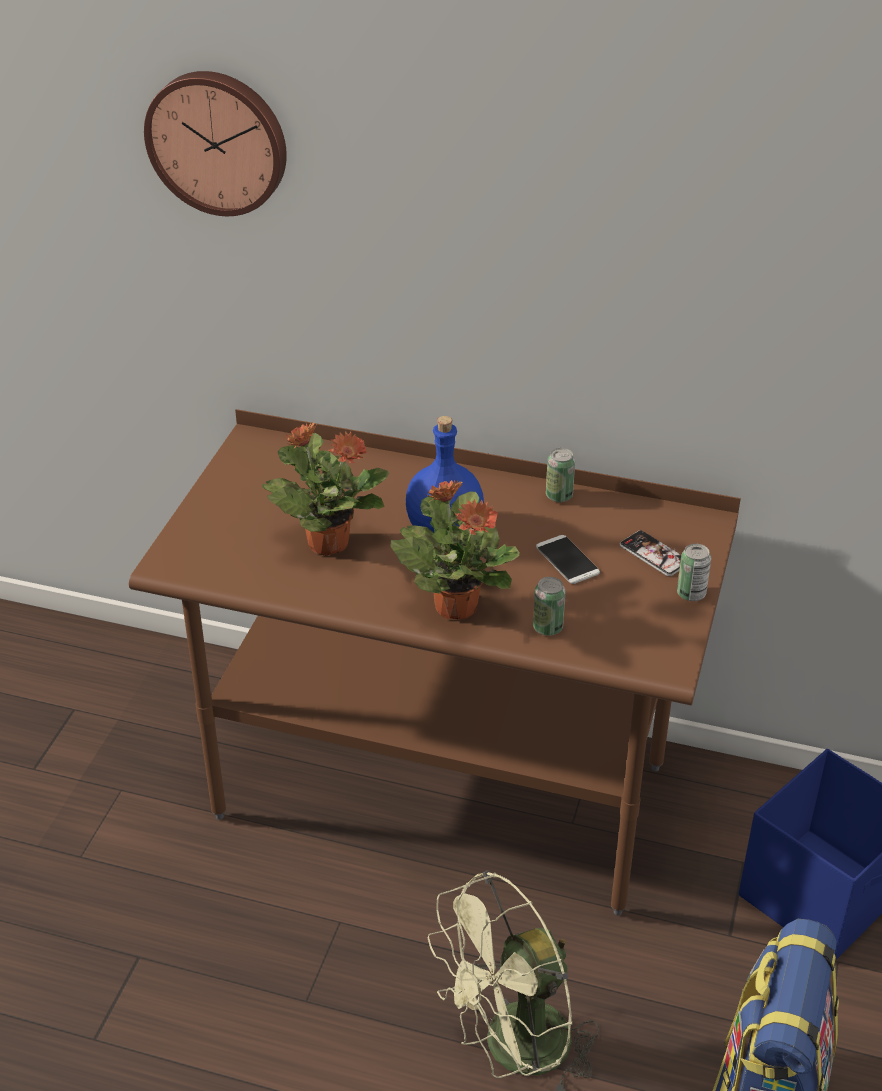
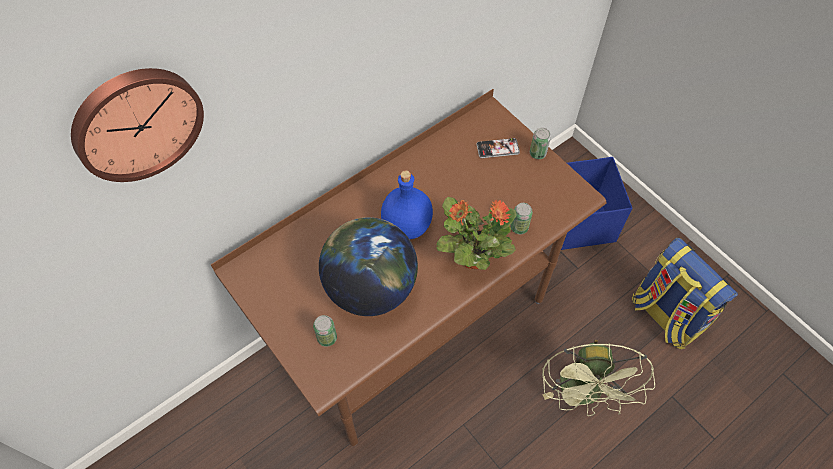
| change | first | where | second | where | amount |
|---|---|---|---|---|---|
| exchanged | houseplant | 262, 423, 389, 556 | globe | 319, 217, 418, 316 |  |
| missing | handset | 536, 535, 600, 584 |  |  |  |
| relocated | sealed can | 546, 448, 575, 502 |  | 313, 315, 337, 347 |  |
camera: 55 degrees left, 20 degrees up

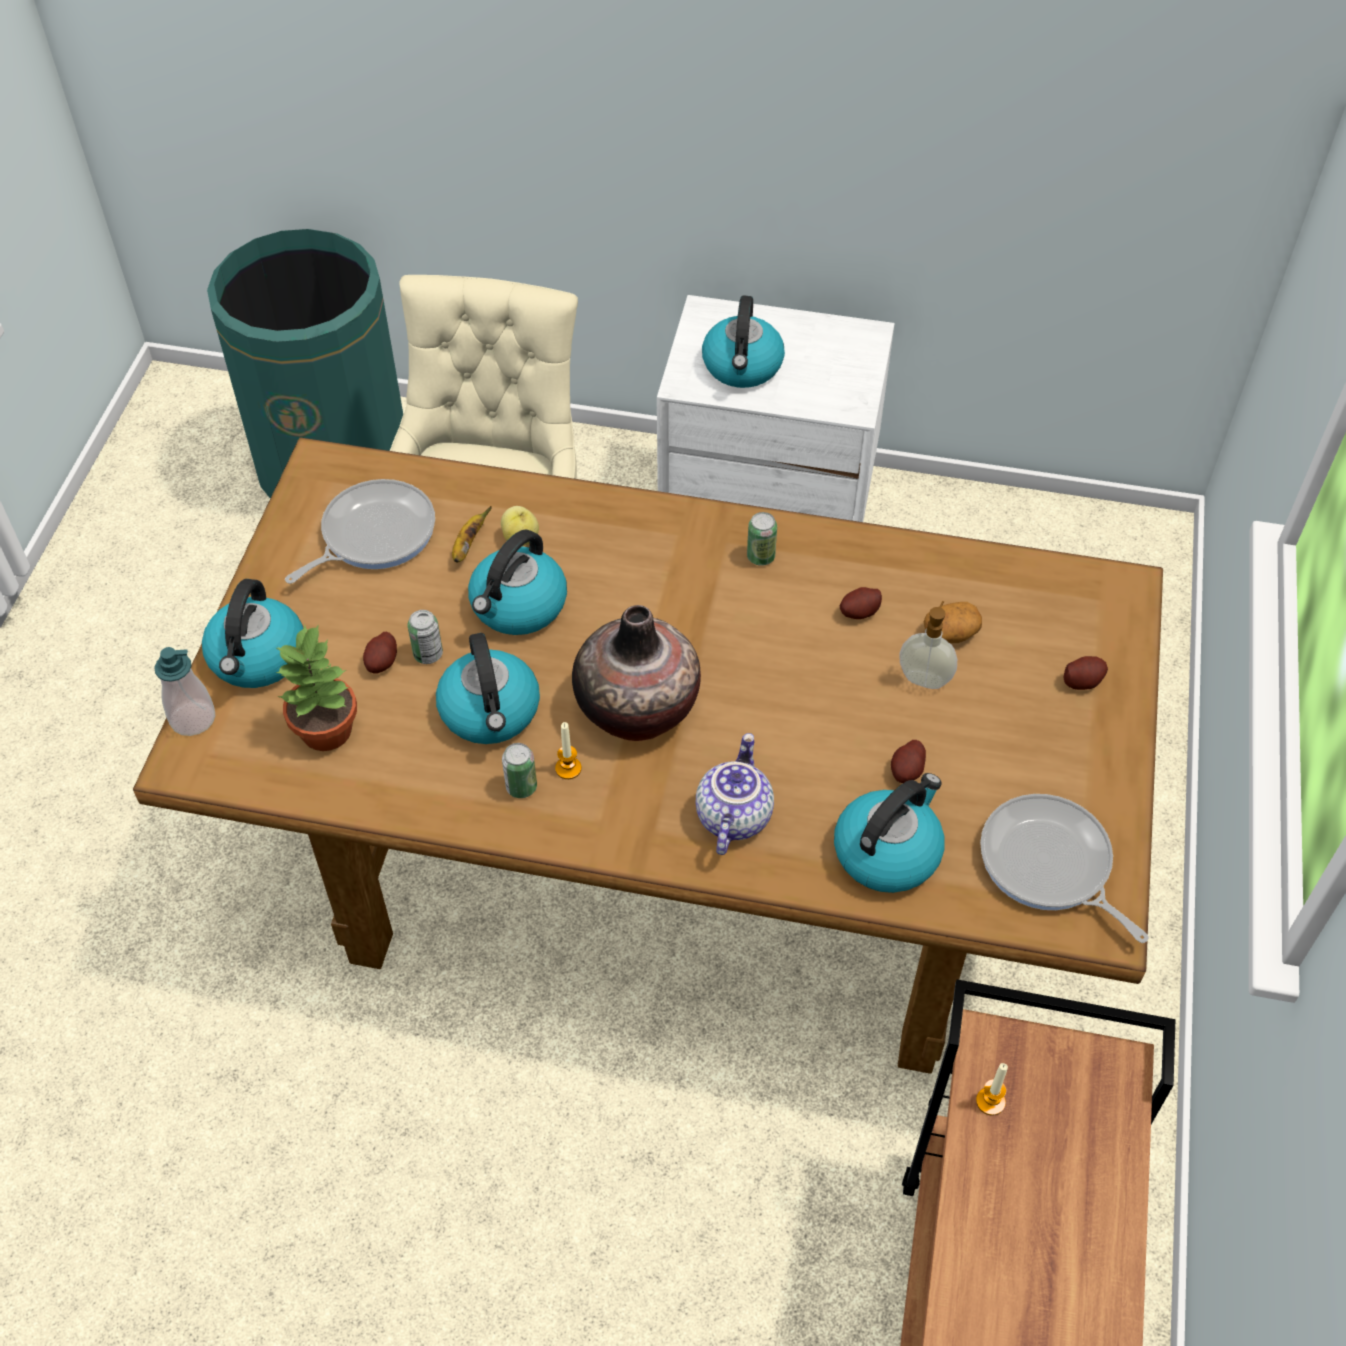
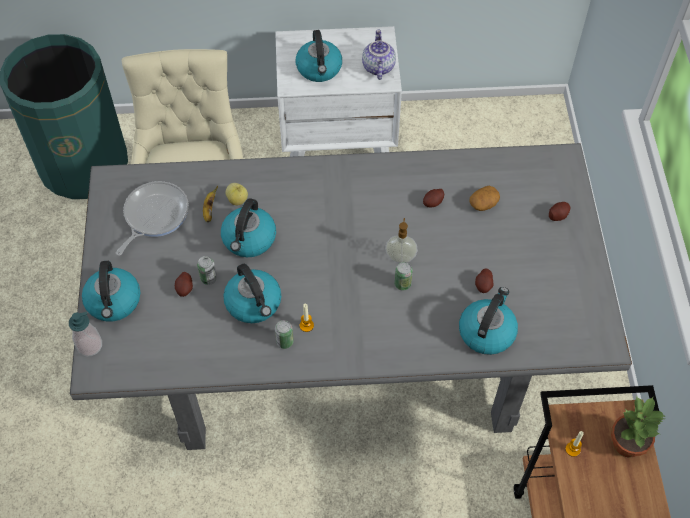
| change | first | where | second | where | amount |
|---|---|---|---|---|---|
| colour | brown-coloured kitchen table | 133, 438, 1163, 1074 | gray kitchen table | 70, 143, 632, 450 |  |
| relocated | houseplant | 276, 624, 357, 751 |  | 611, 395, 665, 458 |  |
| missing | decorative vase | 572, 605, 701, 741 |  |  |  |
| relocated | teapot | 695, 733, 774, 855 |  | 362, 29, 396, 80 |  |
| relocated | sealed can | 747, 512, 777, 566 |  | 395, 262, 413, 291 |  |
| relocated | soap bottle | 899, 601, 957, 689 |  | 385, 218, 418, 263 |  |
| missing | skillet | 980, 794, 1149, 943 |  |  |  |
camera: 15 degrees left, 5 degrees up

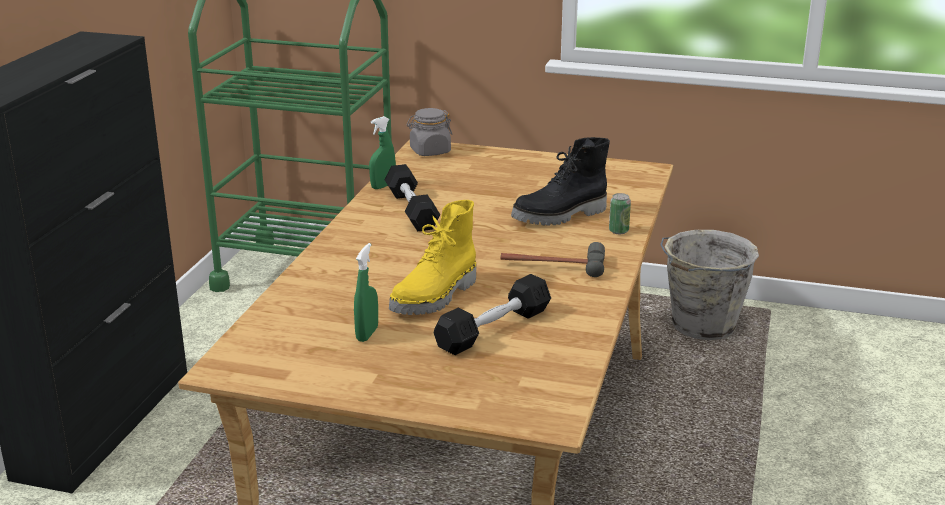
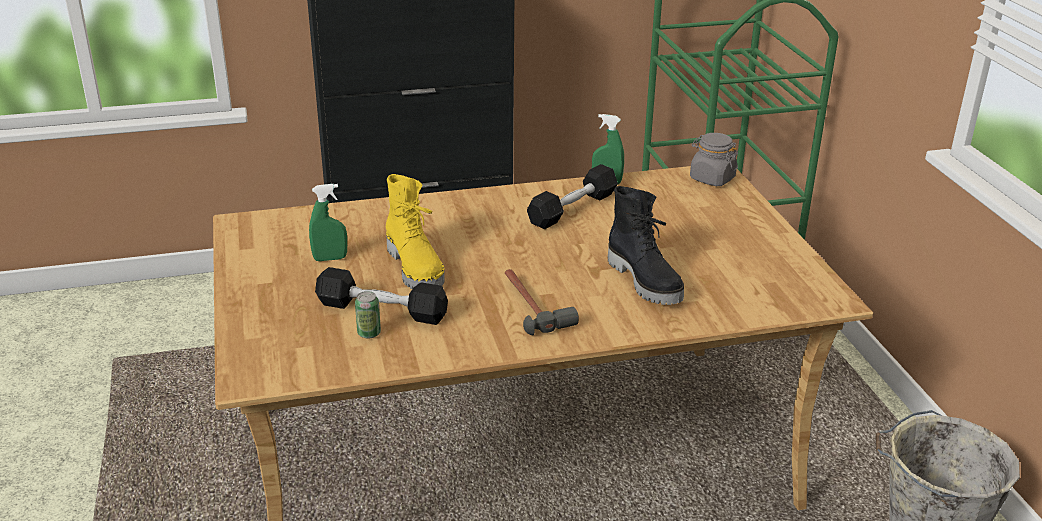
| change | first | where | second | where | amount |
|---|---|---|---|---|---|
| spun | yellow-coloured tall boot | 389, 200, 476, 315 |  | 386, 174, 445, 289 | 120 degrees counterclockwise |
| spun | black tall boot | 511, 137, 610, 226 |  | 608, 186, 684, 305 | 150 degrees counterclockwise |
| relocated | sealed can | 609, 193, 631, 234 |  | 355, 291, 381, 338 |  |
camera: 60 degrees right, 5 degrees up

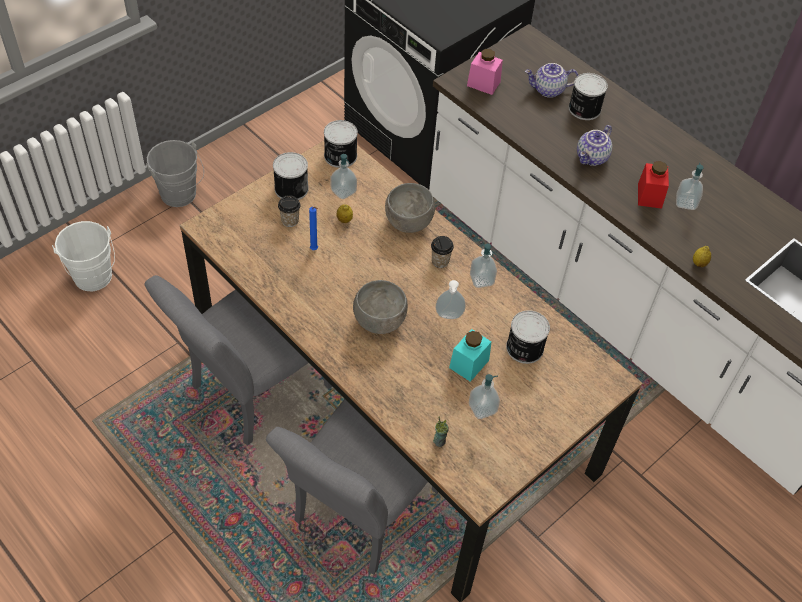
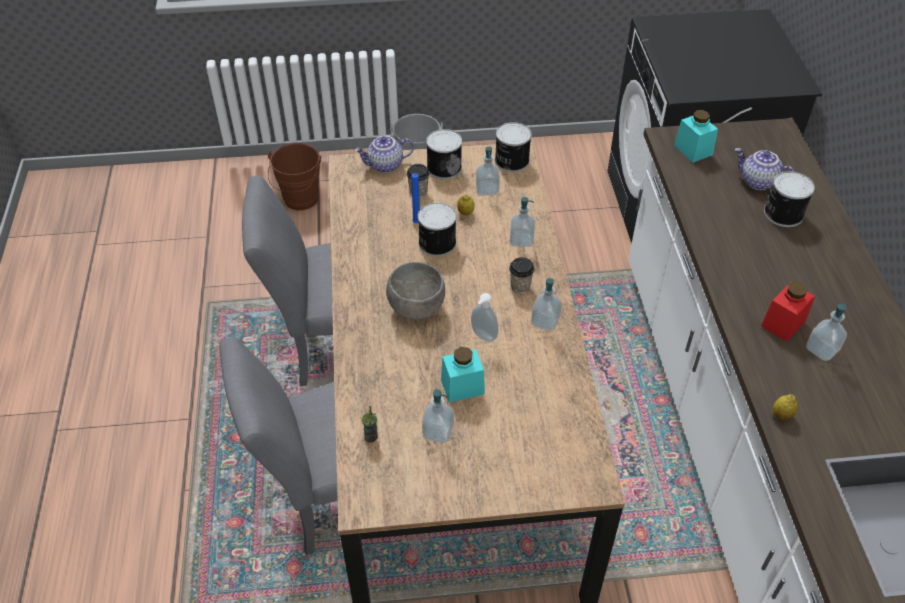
| change | first | where | second | where | amount |
|---|---|---|---|---|---|
| colour | white-coloured pail | 52, 221, 115, 291 | brown-coloured pail | 268, 143, 321, 210 |  |
| exchanged | gray bowl | 385, 183, 435, 233 | soap bottle | 510, 197, 535, 247 |  |
| colour | pink-coloured preserve jar | 467, 49, 503, 95 | blue-green preserve jar | 674, 110, 718, 163 |  |
| relocated | sealed can | 506, 310, 550, 364 |  | 418, 202, 456, 257 |  |
| relocated | teapot | 577, 125, 612, 166 |  | 355, 136, 414, 173 |  |
camera: 40 degrees right, 5 degrees down

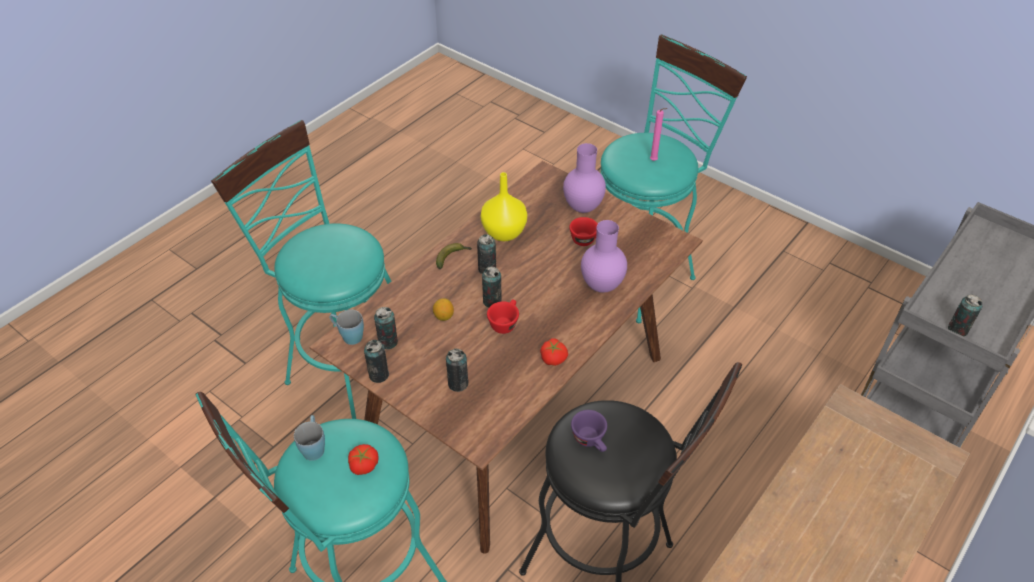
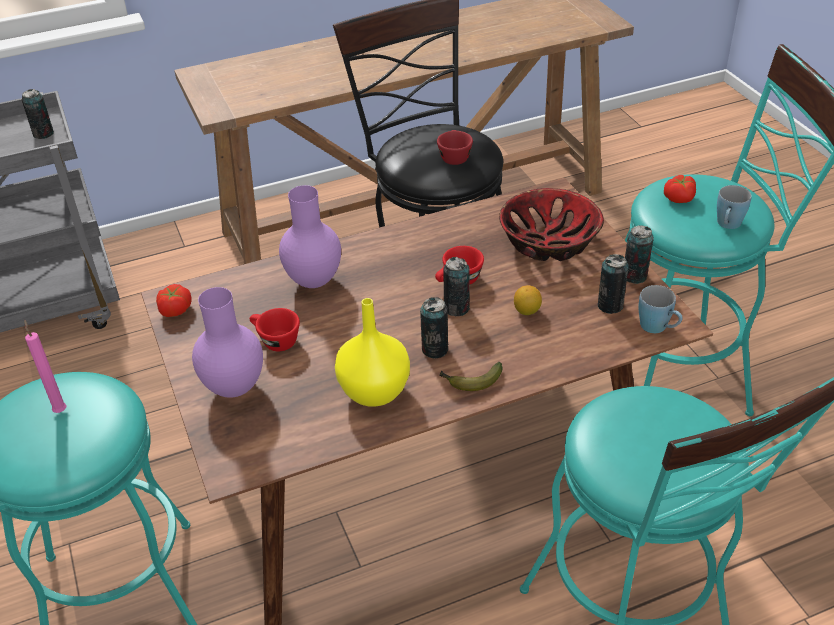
| change | first | where | second | where | amount |
|---|---|---|---|---|---|
| exchanged | sealed can | 446, 348, 468, 392 | bowl | 499, 188, 604, 261 |  |
| relocated | whole tomato | 540, 338, 568, 366 |  | 156, 284, 192, 317 |  |
| colour | purple drinking cup | 571, 410, 607, 452 | red drinking cup | 437, 130, 473, 165 |  |
camera: 150 degrees left, 5 degrees down

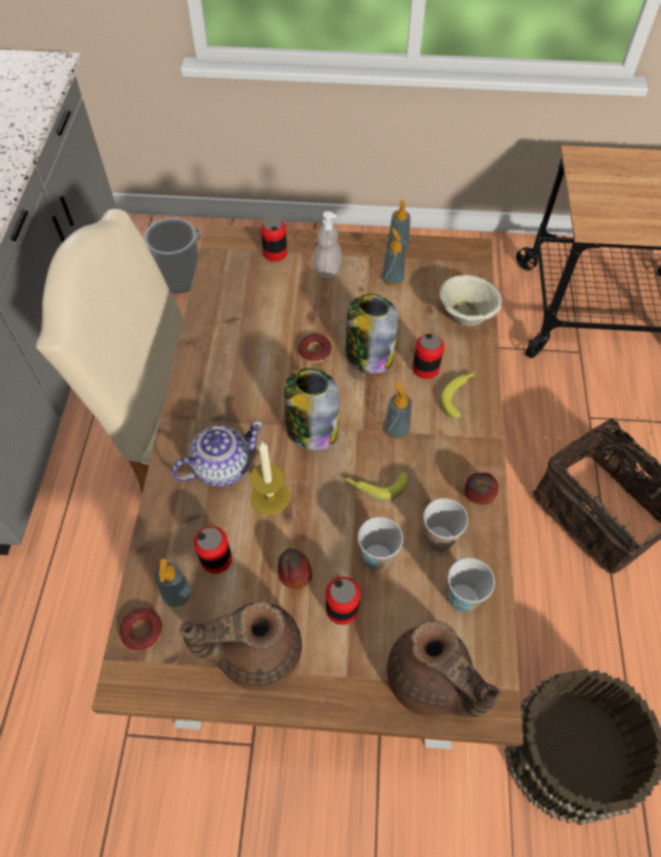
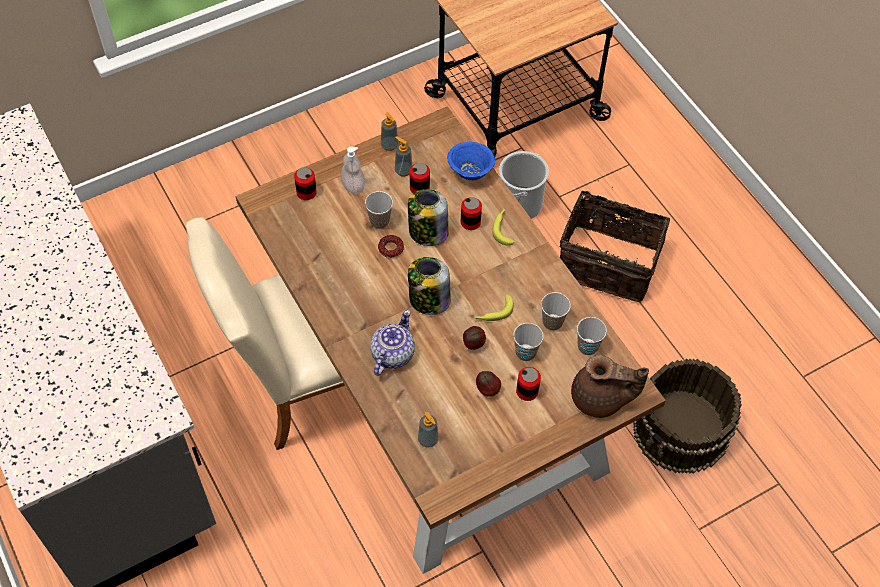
| change | first | where | second | where | amount |
|---|---|---|---|---|---|
| missing | donut | 120, 608, 162, 651 |  |  |  |
| relocated | pail | 144, 218, 201, 293 |  | 499, 151, 549, 219 |  |
| missing | brown-coloured teapot | 180, 601, 302, 690 |  |  |  |
| relocated | sealed can | 194, 526, 232, 574 |  | 410, 163, 430, 193 |  |
| missing | candle | 250, 442, 290, 515 |  |  |  |
| missing | soap bottle | 384, 381, 412, 439 |  |  |  |
| colour | beige-coloured bowl | 439, 275, 502, 327 | blue bowl | 447, 142, 495, 180 |  |
| relocated | apple fruit | 464, 472, 499, 504 |  | 463, 326, 486, 350 |  |
| appeared |  |  | drinking cup | 365, 191, 393, 229 |  |
camera: 35 degrees left, 0 degrees up

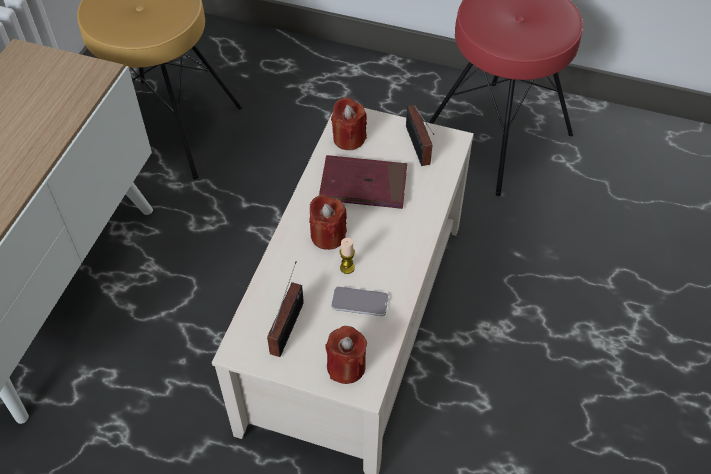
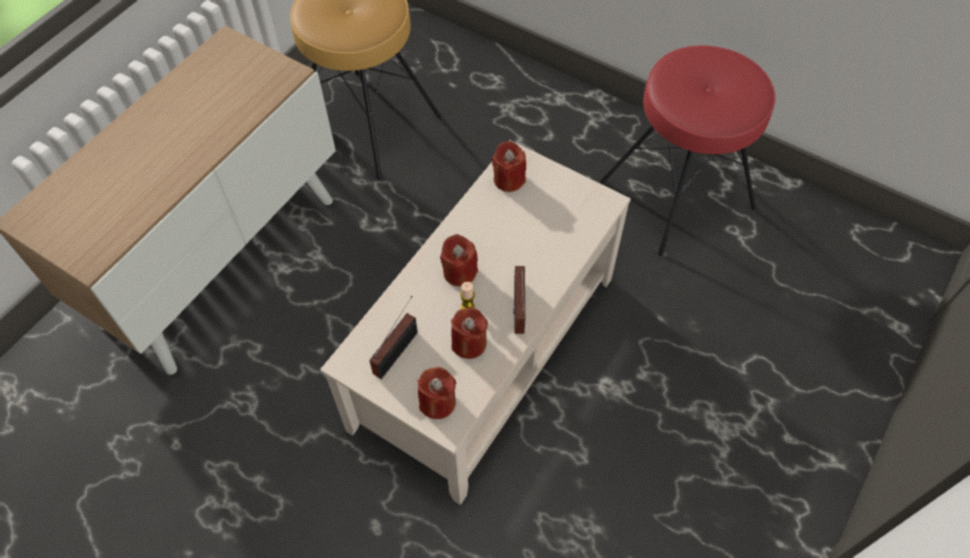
| change | first | where | second | where | amount |
|---|---|---|---|---|---|
| missing | red book | 319, 155, 407, 209 |  |  |  |
| exchanged | handset | 331, 286, 388, 316 | red candle | 451, 307, 488, 359 |  |
| relocated | radio receiver | 406, 105, 434, 166 |  | 514, 266, 525, 334 |  |
camera: 15 degrees right, 5 degrees up

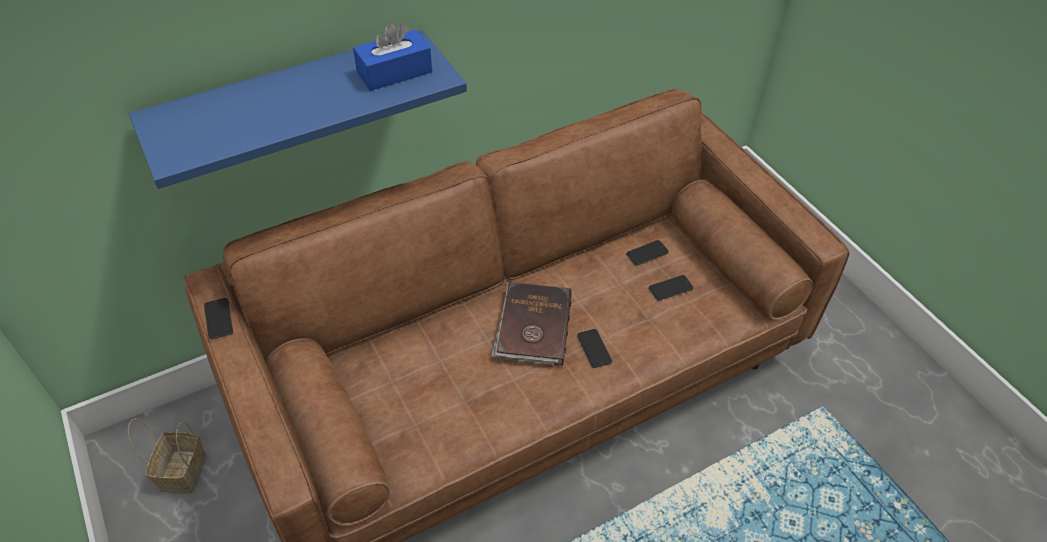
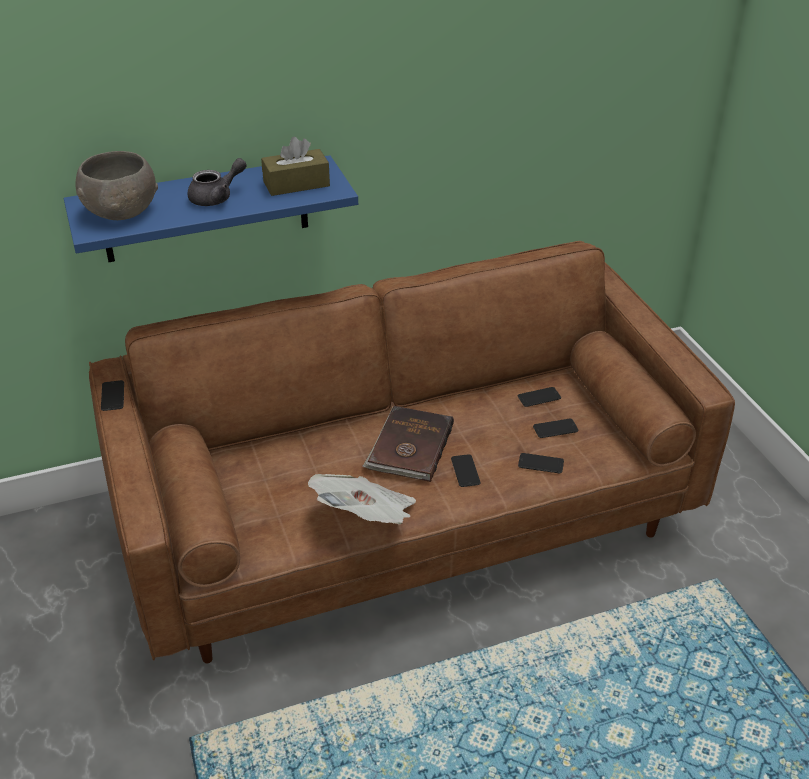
| change | first | where | second | where | amount |
|---|---|---|---|---|---|
| missing | storage basket | 128, 418, 206, 494 |  |  |  |
| colour | blue box of tissues | 353, 23, 432, 91 | brown-coloured box of tissues | 261, 137, 330, 196 |  |
| appeared |  |  | gray bowl | 75, 151, 158, 220 |  |
| appeared |  |  | gray teapot | 188, 158, 247, 206 |  |
| appeared |  |  | newspaper | 308, 474, 416, 525 |  |
| appeared |  |  | handset | 518, 453, 564, 473 |  |
camera: 10 degrees right, 10 degrees down

